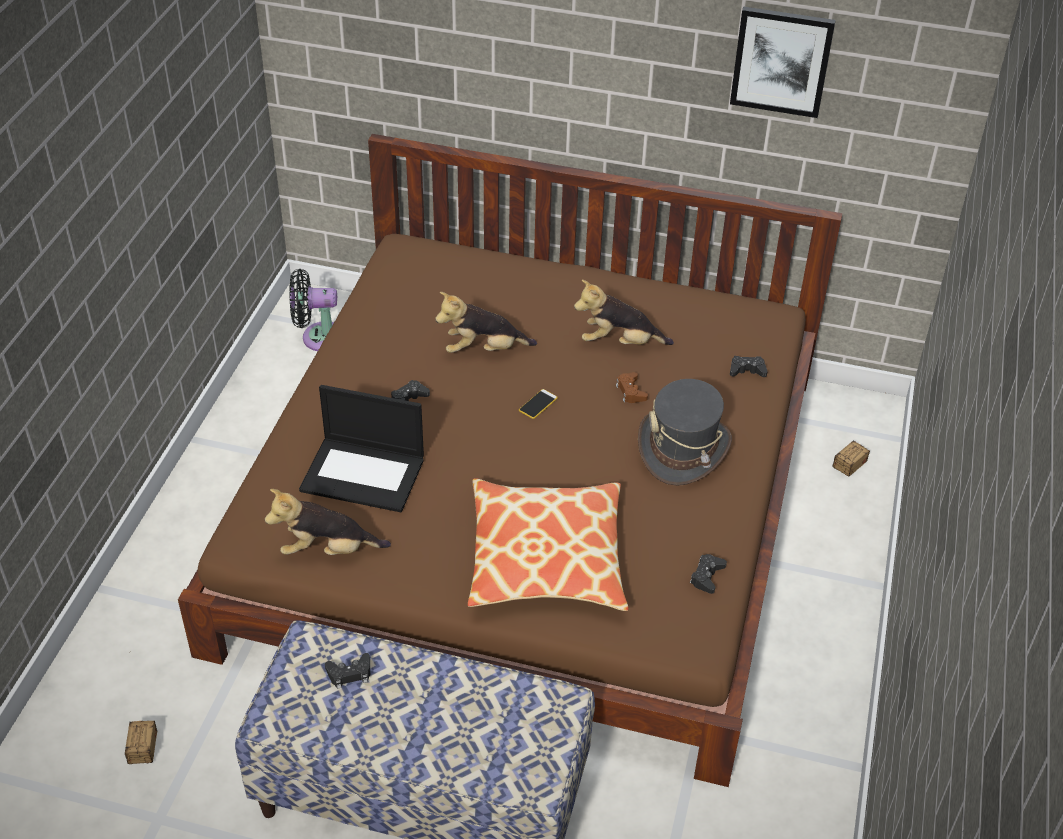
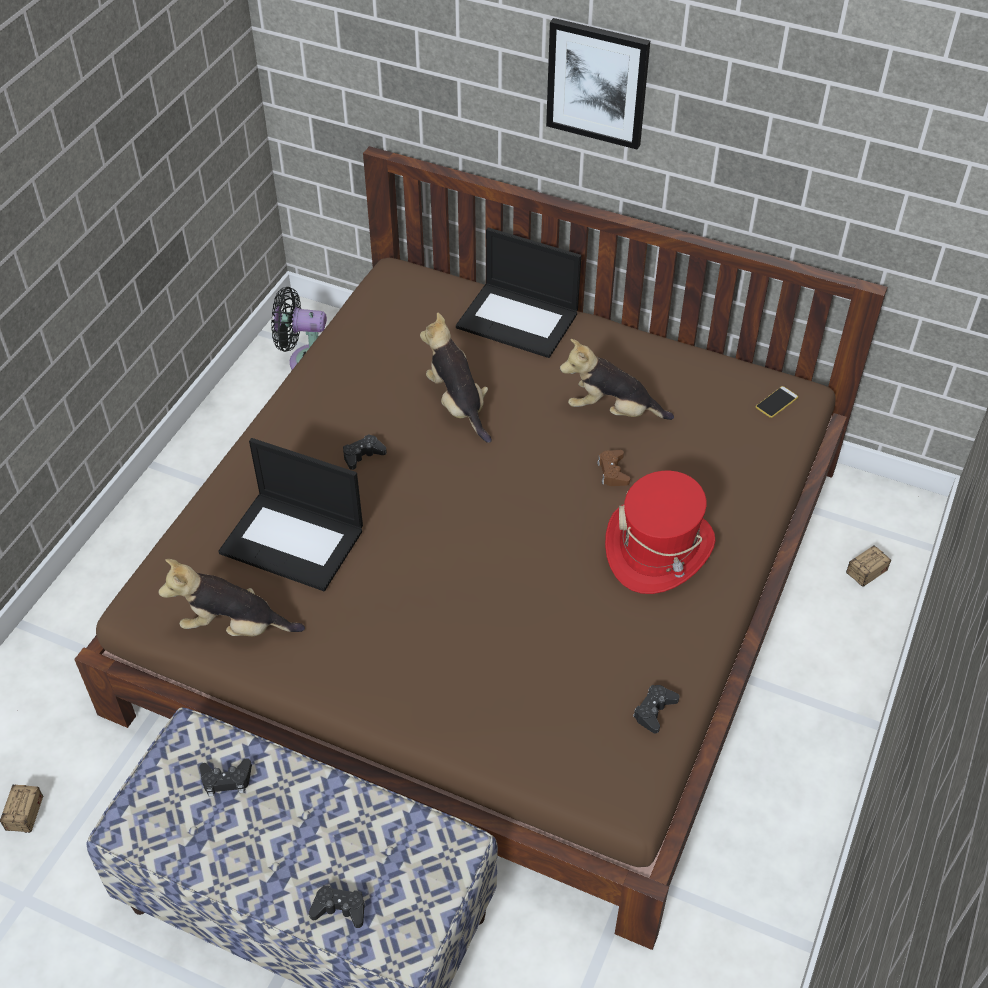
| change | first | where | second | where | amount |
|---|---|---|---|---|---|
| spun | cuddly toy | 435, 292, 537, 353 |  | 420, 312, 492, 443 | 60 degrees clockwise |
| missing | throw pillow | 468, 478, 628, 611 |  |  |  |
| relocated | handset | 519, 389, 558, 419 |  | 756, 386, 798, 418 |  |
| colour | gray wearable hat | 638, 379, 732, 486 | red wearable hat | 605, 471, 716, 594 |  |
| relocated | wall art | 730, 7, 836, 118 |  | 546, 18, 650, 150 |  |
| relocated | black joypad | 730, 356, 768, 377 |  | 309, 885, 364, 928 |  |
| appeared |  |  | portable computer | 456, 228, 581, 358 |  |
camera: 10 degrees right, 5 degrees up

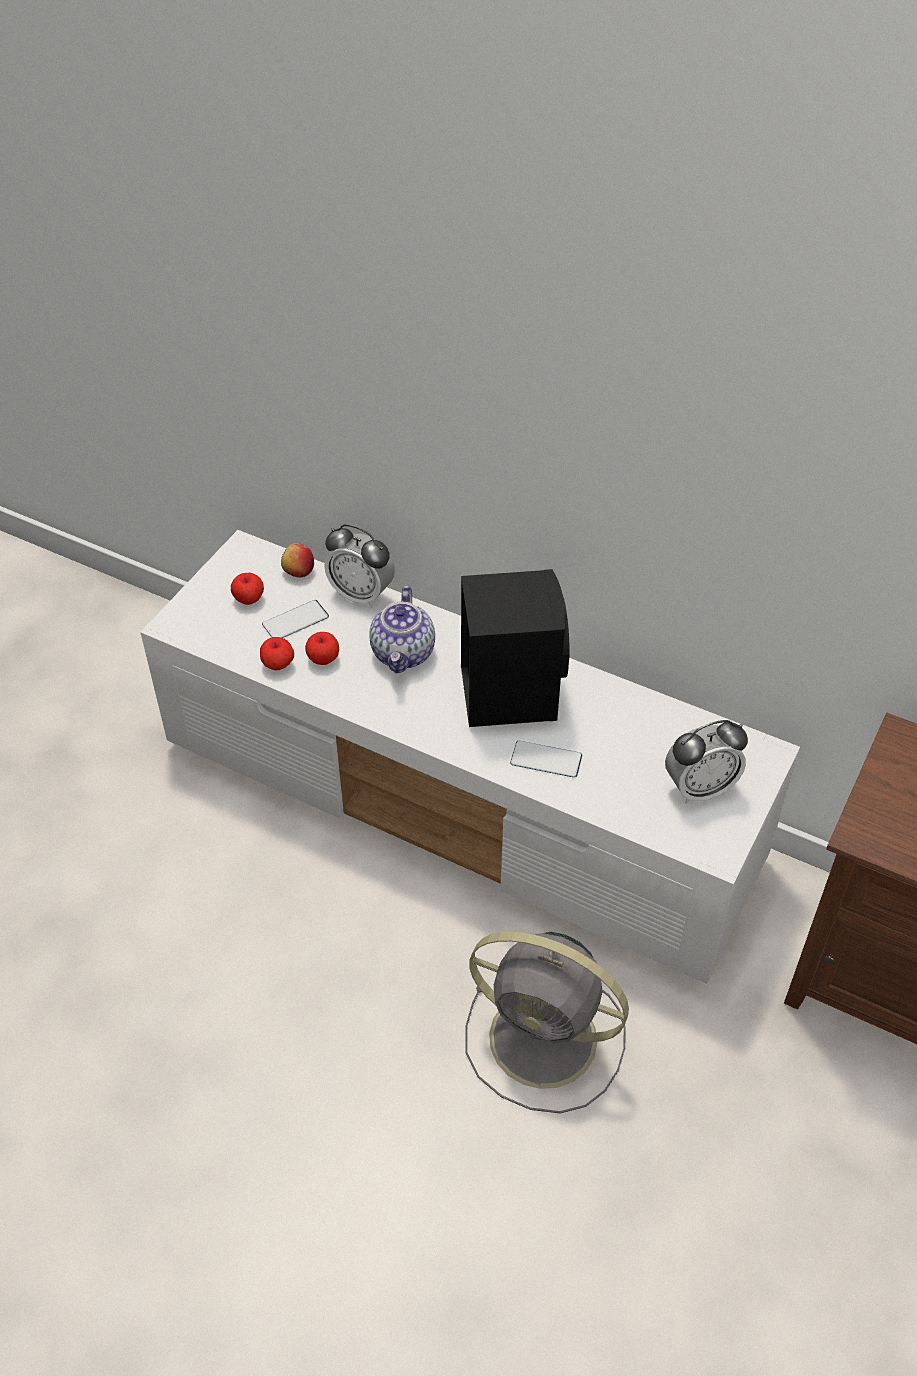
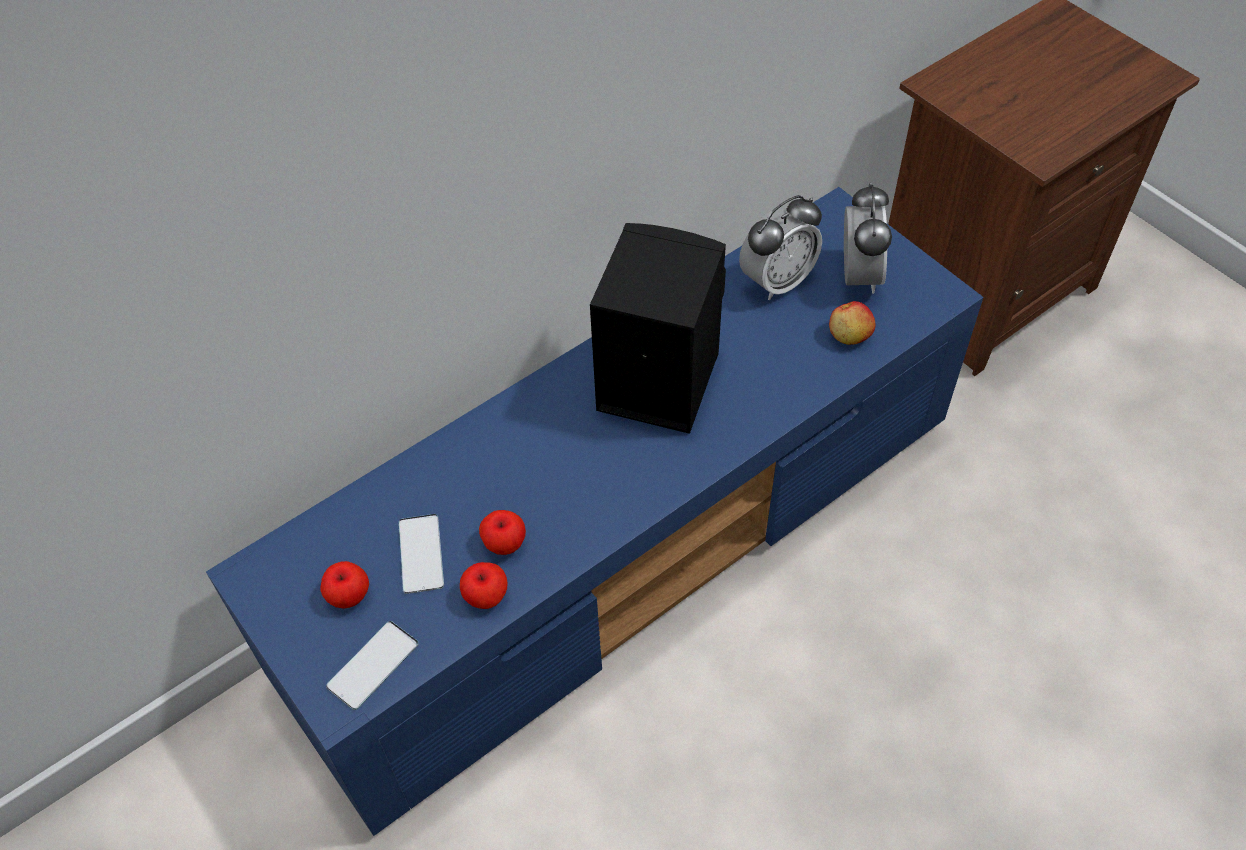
| change | first | where | second | where | amount |
|---|---|---|---|---|---|
| colour | white-coloured media console | 140, 530, 800, 984 | blue media console | 206, 187, 983, 836 |  |
| relocated | apple fruit | 281, 543, 314, 578 |  | 829, 301, 876, 345 |  |
| relocated | alarm clock | 324, 524, 395, 608 |  | 739, 195, 822, 300 |  |
| missing | teapot | 369, 586, 435, 673 |  |  |  |
| missing | gray cooling fan | 465, 932, 629, 1113 |  |  |  |
| relocated | handset | 510, 741, 583, 778 |  | 326, 621, 419, 710 |  |
camera: 65 degrees left, 5 degrees up

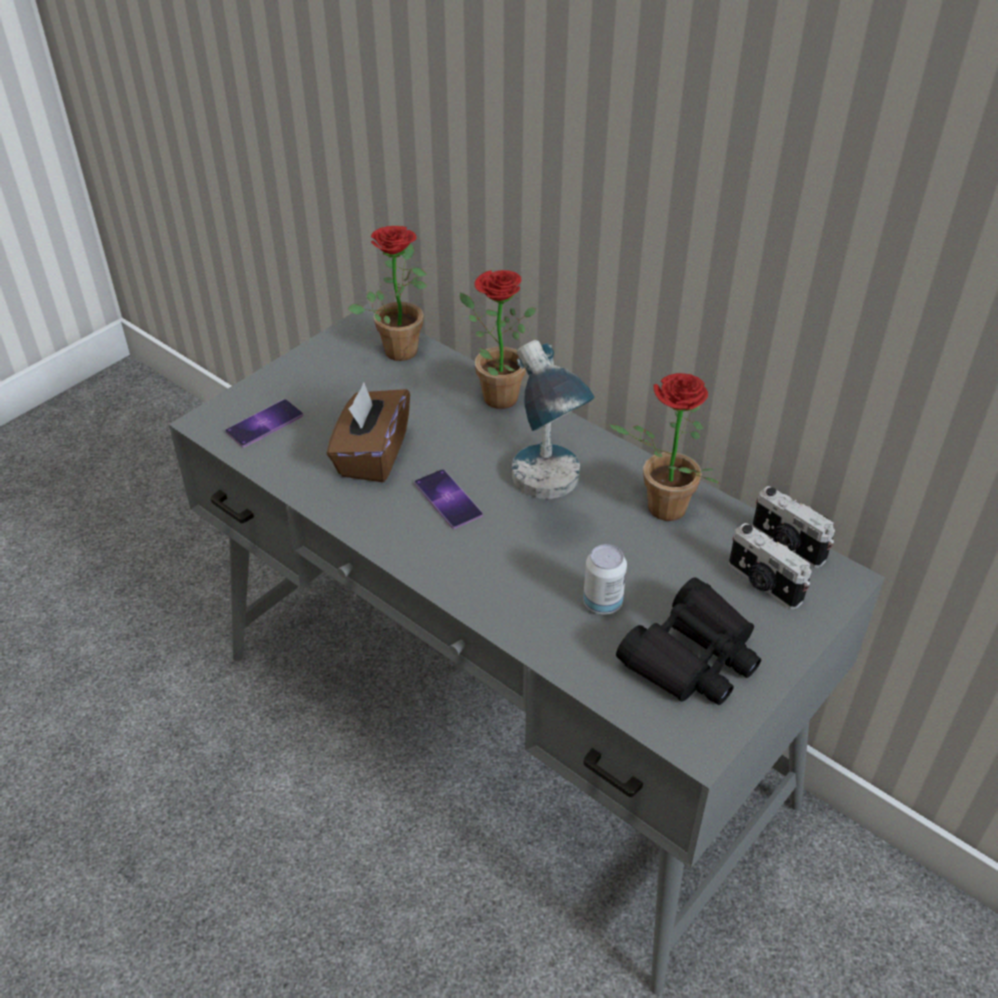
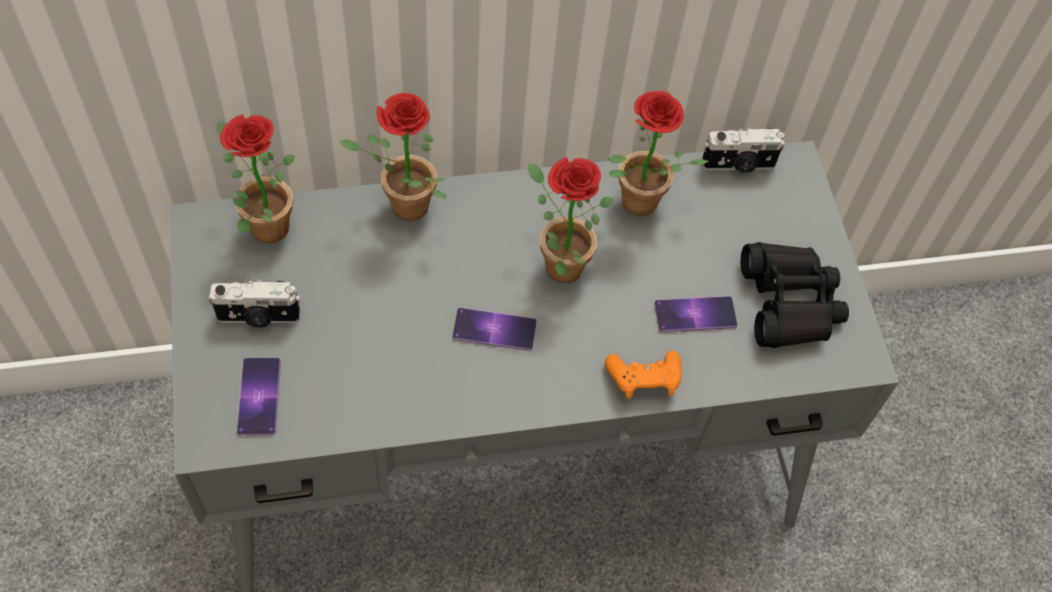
| change | first | where | second | where | amount |
|---|---|---|---|---|---|
| missing | brown-coloured box of tissues | 327, 383, 410, 482 |  |  |  |
| exchanged | table lamp | 512, 340, 595, 499 | houseplant | 528, 157, 613, 283 |  |
| exchanged | sealed can | 583, 544, 627, 615 | handset | 654, 296, 737, 332 |  |
| relocated | photo camera | 729, 523, 812, 610 |  | 209, 280, 300, 328 |  |
| appeared |  |  | orangey joypad | 605, 350, 682, 399 |  |
camera: 55 degrees left, 15 degrees up

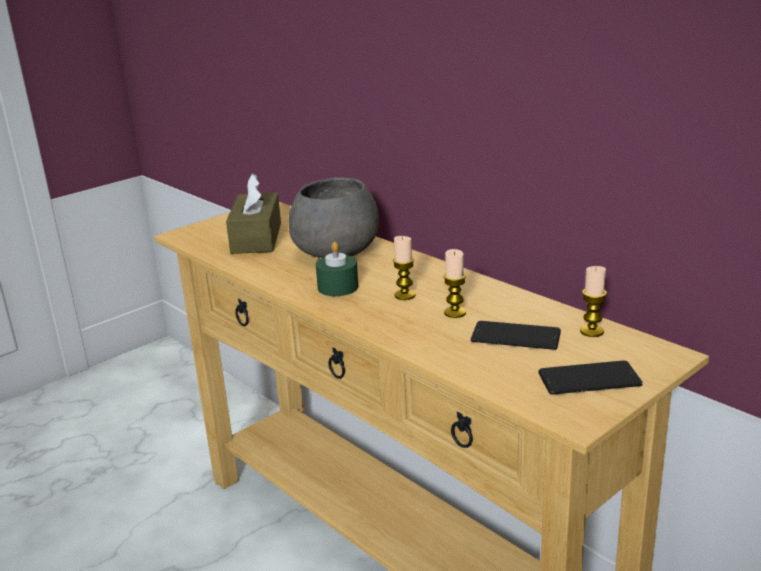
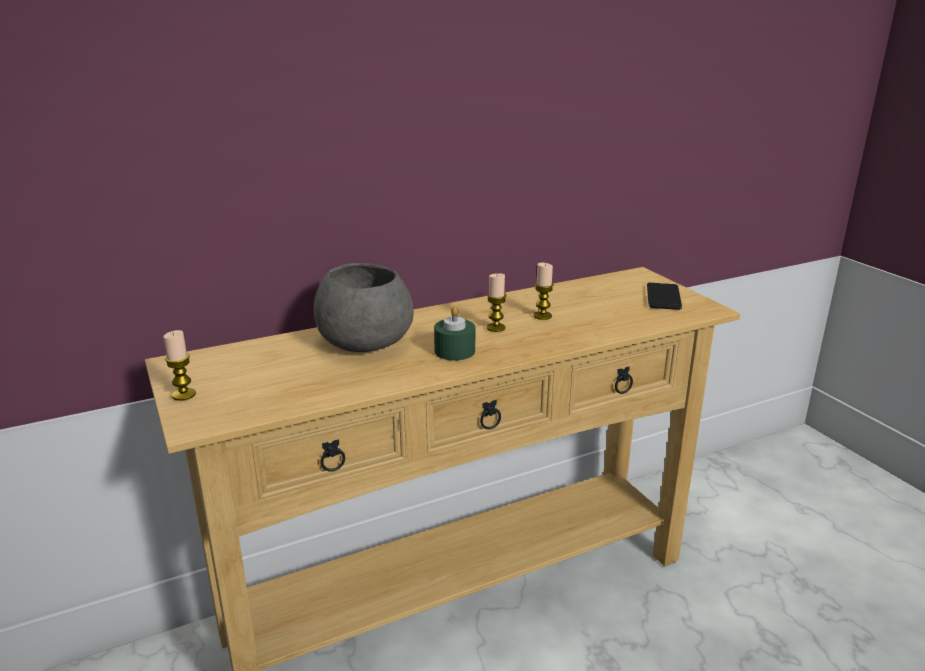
| change | first | where | second | where | amount |
|---|---|---|---|---|---|
| missing | brown-coloured box of tissues | 226, 173, 281, 254 |  |  |  |
| missing | handset | 471, 321, 561, 350 |  |  |  |
| relocated | candle | 580, 266, 607, 337 |  | 163, 330, 196, 401 |  |
camera: 75 degrees left, 0 degrees up

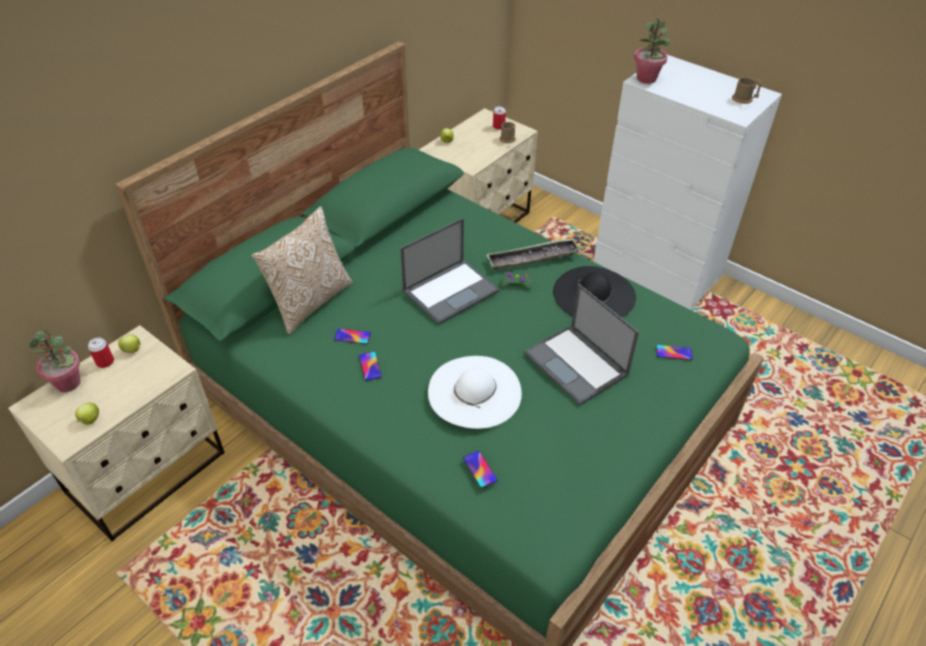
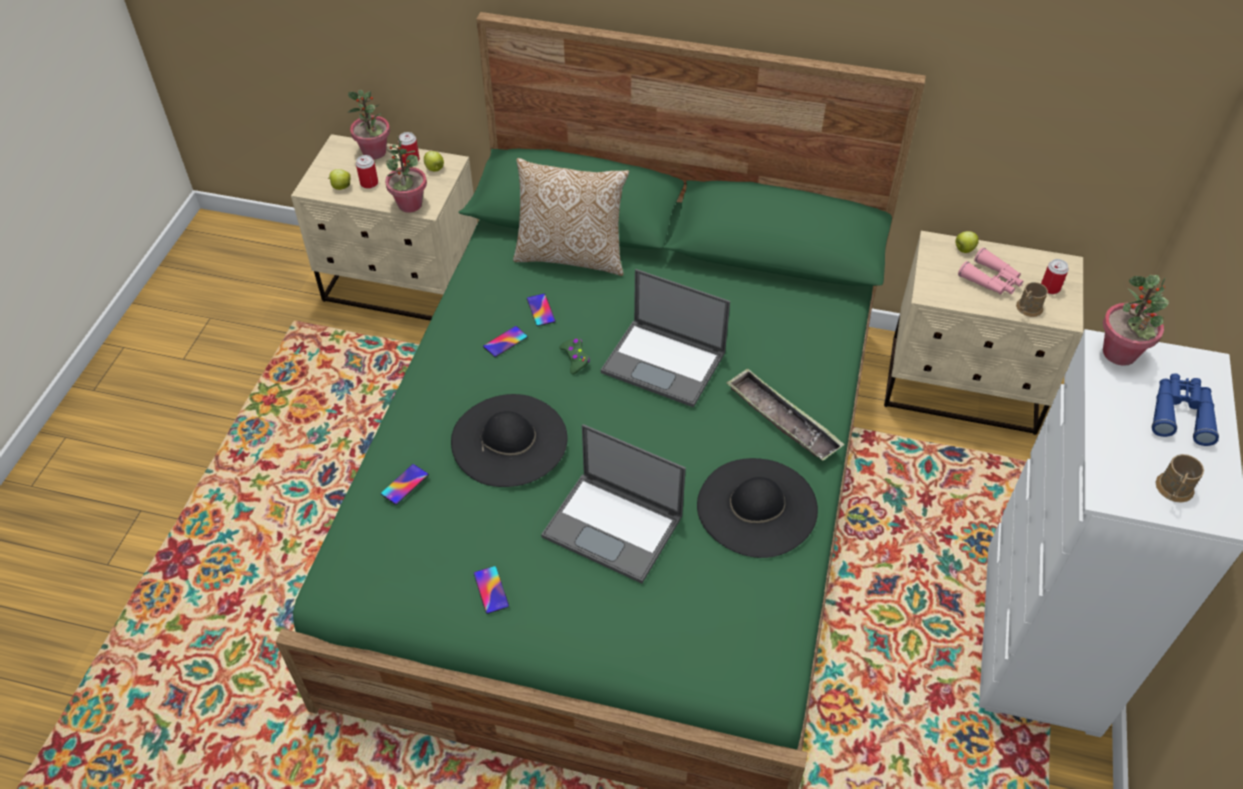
| change | first | where | second | where | amount |
|---|---|---|---|---|---|
| colour | white-coloured wearable hat | 428, 356, 522, 429 | black wearable hat | 451, 394, 568, 487 |  |
| relocated | green joypad | 501, 272, 532, 290 |  | 559, 338, 590, 374 |  |
| spun | portable computer | 524, 283, 639, 405 |  | 541, 424, 686, 584 | 90 degrees counterclockwise |
| relocated | handset | 656, 345, 693, 360 |  | 473, 566, 509, 614 |  |
| appeared |  |  | sealed can | 356, 155, 378, 189 |  |
| appeared |  |  | houseplant | 385, 136, 427, 213 |  |
| appeared |  |  | pink-coloured field glasses | 958, 247, 1023, 295 |  |
| appeared |  |  | blue field glasses | 1152, 373, 1219, 446 |  |
camera: 65 degrees right, 5 degrees up

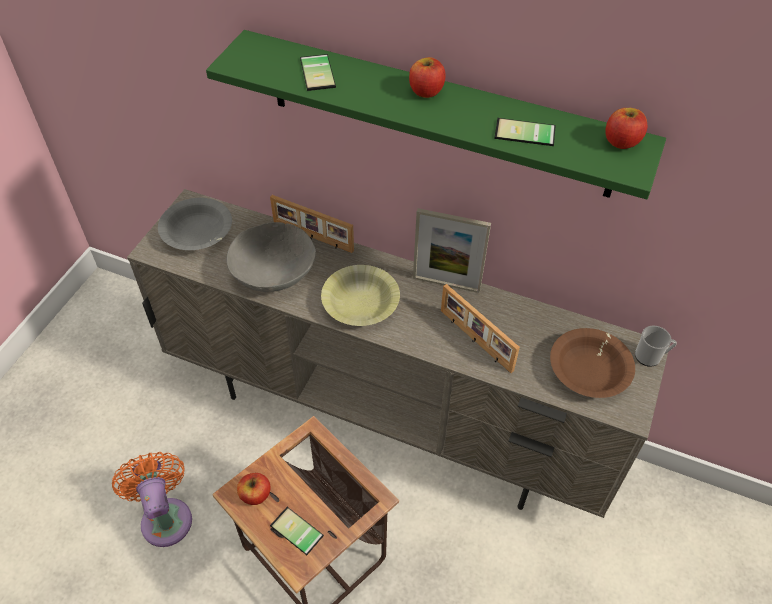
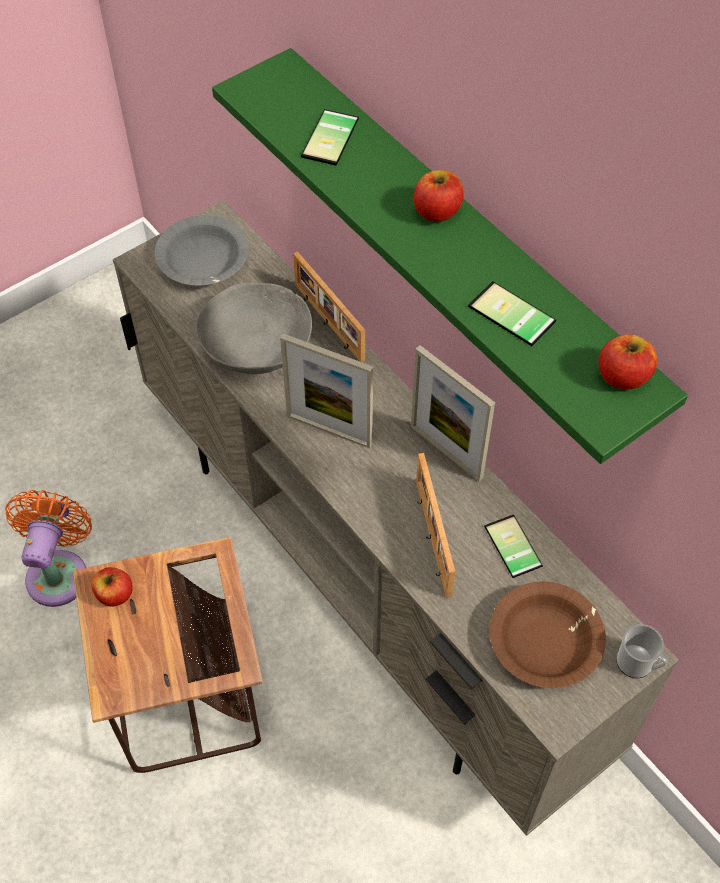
| change | first | where | second | where | amount |
|---|---|---|---|---|---|
| relocated | handset | 270, 507, 324, 555 |  | 484, 514, 543, 578 |  |
| exchanged | yellow-coloured bowl | 321, 265, 400, 326 | picture frame | 280, 333, 373, 449 |  |
camera: 30 degrees right, 5 degrees up

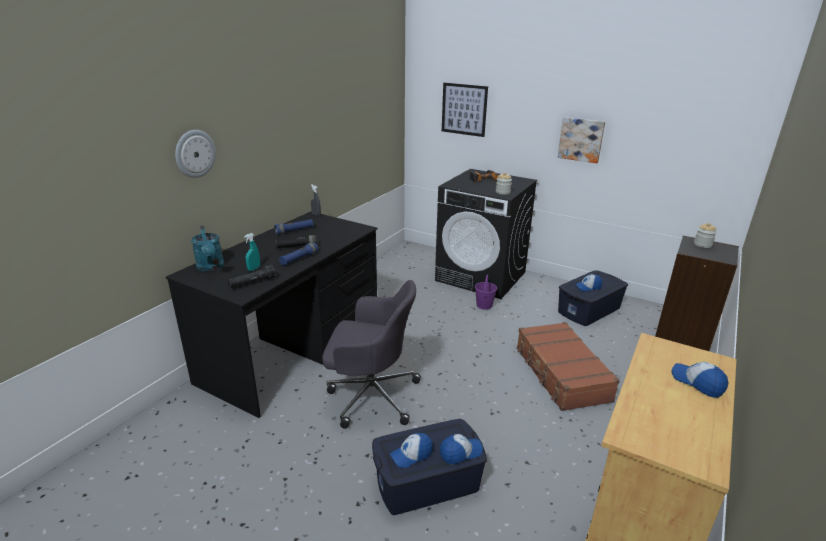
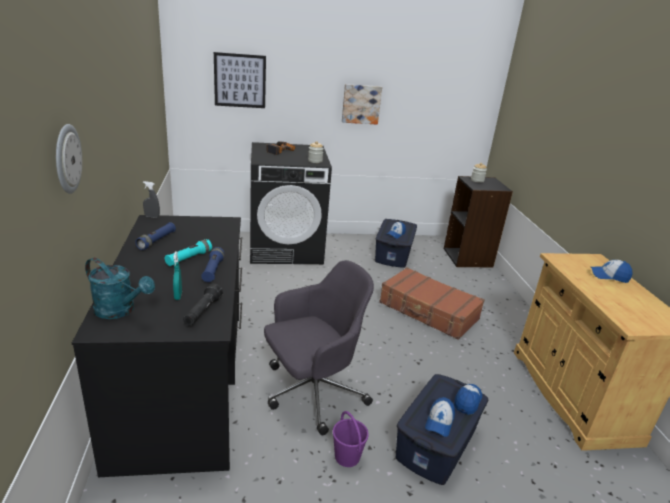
| change | first | where | second | where | amount |
|---|---|---|---|---|---|
| colour | black flashlight | 275, 235, 317, 249 | blue-green flashlight | 165, 239, 212, 266 |  |
| relocated | purple pail | 475, 274, 497, 310 |  | 333, 411, 369, 467 |  |
camera: 40 degrees left, 0 degrees up

